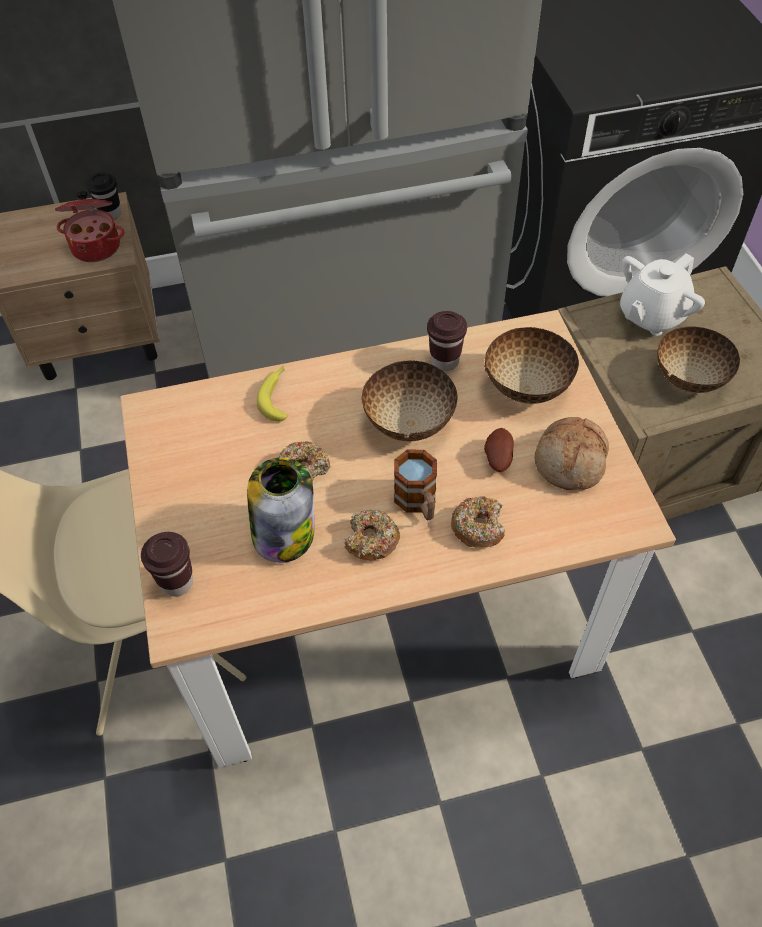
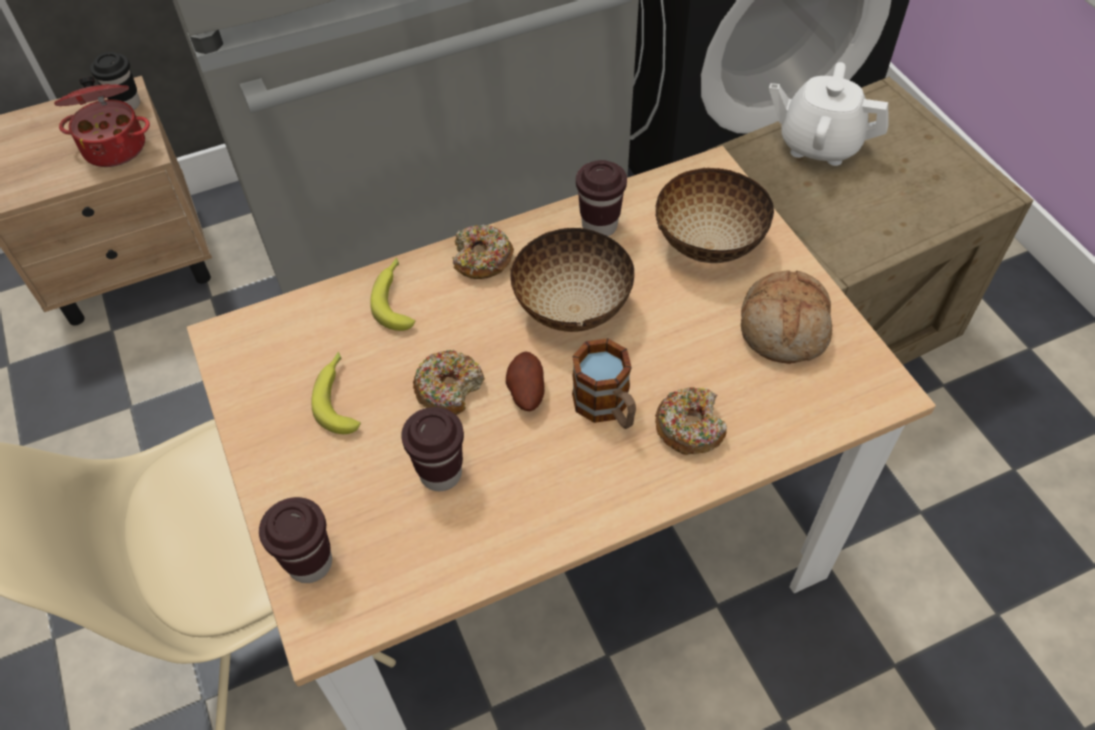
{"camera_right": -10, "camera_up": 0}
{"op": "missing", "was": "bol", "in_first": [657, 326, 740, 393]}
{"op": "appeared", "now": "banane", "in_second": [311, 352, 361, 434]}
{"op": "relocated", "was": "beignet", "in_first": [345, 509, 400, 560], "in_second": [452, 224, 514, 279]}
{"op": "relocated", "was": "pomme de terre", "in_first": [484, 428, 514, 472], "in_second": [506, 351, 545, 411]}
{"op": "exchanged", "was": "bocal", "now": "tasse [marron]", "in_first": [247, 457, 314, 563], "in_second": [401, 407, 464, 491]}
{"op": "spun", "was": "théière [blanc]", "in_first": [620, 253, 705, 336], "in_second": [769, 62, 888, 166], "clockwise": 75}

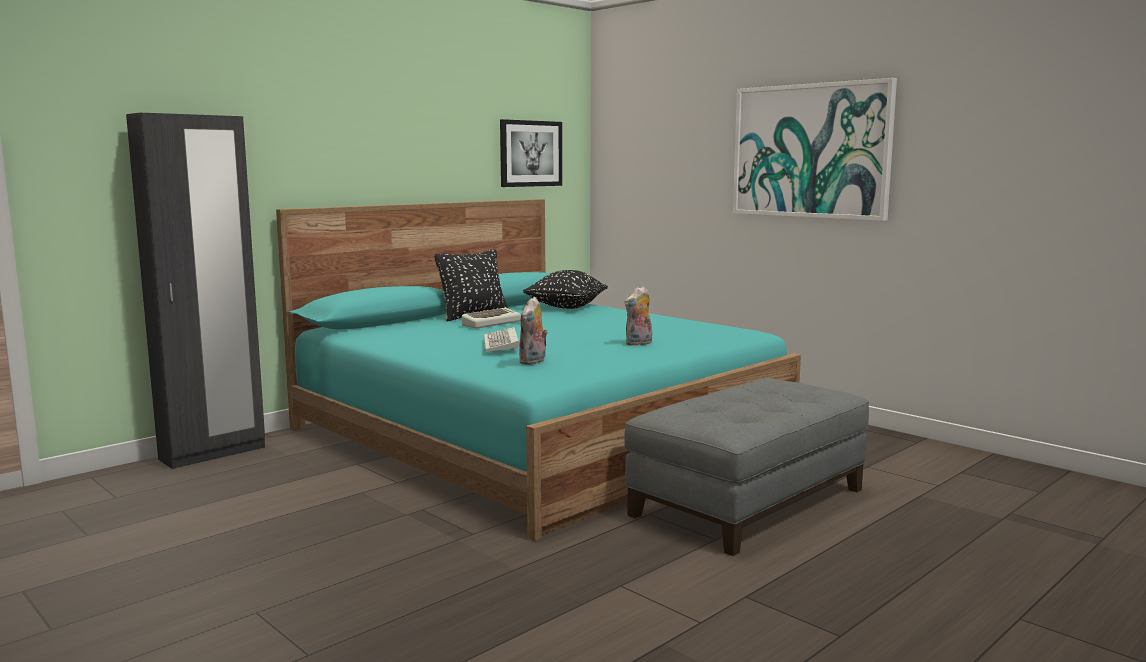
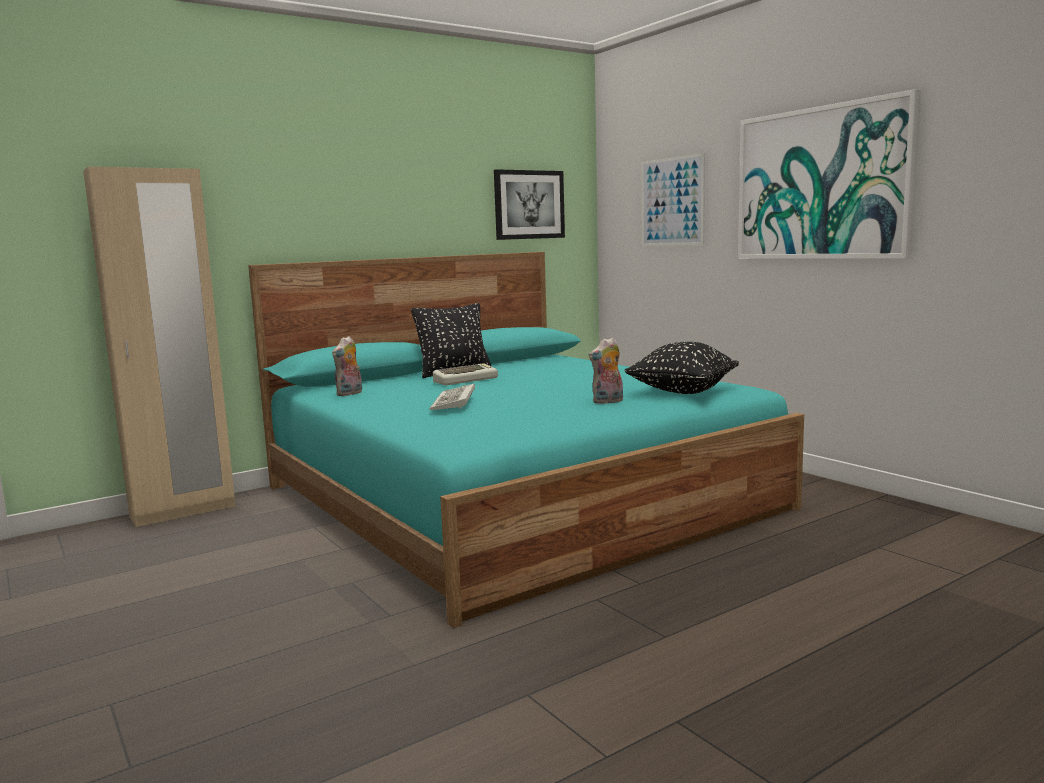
{"camera_right": 10, "camera_up": 0}
{"op": "missing", "was": "pouf [gris]", "in_first": [624, 378, 869, 556]}
{"op": "appeared", "now": "tableau", "in_second": [642, 153, 705, 246]}
{"op": "relocated", "was": "peluche", "in_first": [519, 297, 548, 365], "in_second": [332, 336, 362, 396]}
{"op": "relocated", "was": "coussin [noir]", "in_first": [523, 270, 608, 309], "in_second": [624, 342, 739, 394]}
{"op": "colour", "was": "armoire [noir]", "now": "armoire [beige]", "in_first": [126, 113, 265, 469], "in_second": [83, 167, 235, 527]}

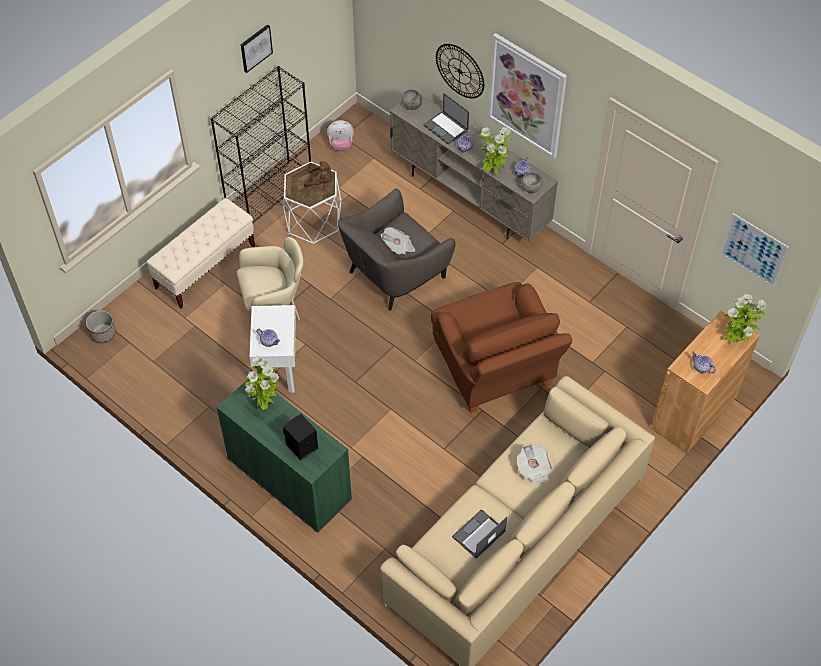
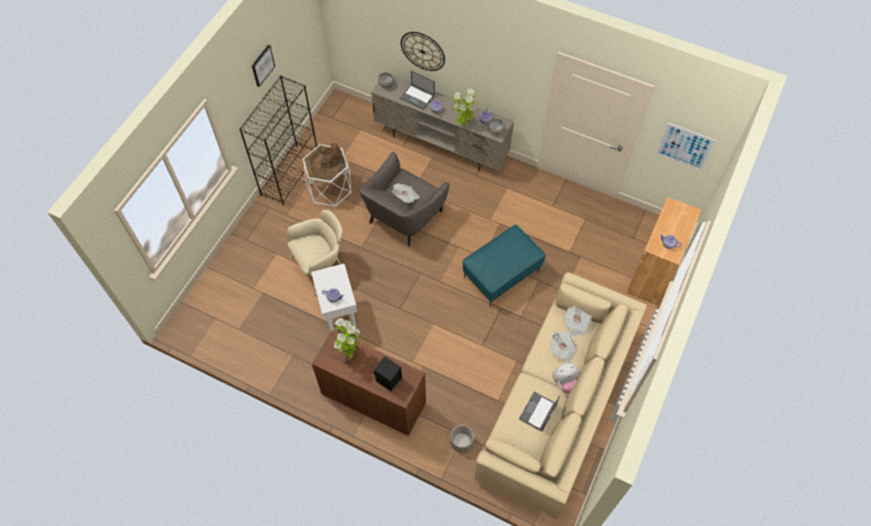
{"camera_right": -15, "camera_up": 5}
{"op": "missing", "was": "banc [beige]", "in_first": [146, 198, 255, 308]}
{"op": "missing", "was": "tableau", "in_first": [488, 33, 567, 159]}
{"op": "missing", "was": "plante en pot", "in_first": [724, 294, 767, 343]}
{"op": "appeared", "now": "journal", "in_second": [564, 306, 592, 337]}
{"op": "relocated", "was": "cache-pot", "in_first": [86, 311, 116, 343], "in_second": [450, 425, 474, 453]}
{"op": "relocated", "was": "peluche", "in_first": [327, 120, 354, 152], "in_second": [553, 363, 579, 393]}
{"op": "exchanged", "was": "fauteuil [marron]", "now": "pouf [turquoise]", "in_first": [431, 282, 573, 413], "in_second": [463, 225, 546, 307]}
{"op": "colour", "was": "meuble de rangement [vert]", "now": "meuble de rangement [marron]", "in_first": [216, 379, 352, 533], "in_second": [312, 330, 426, 436]}

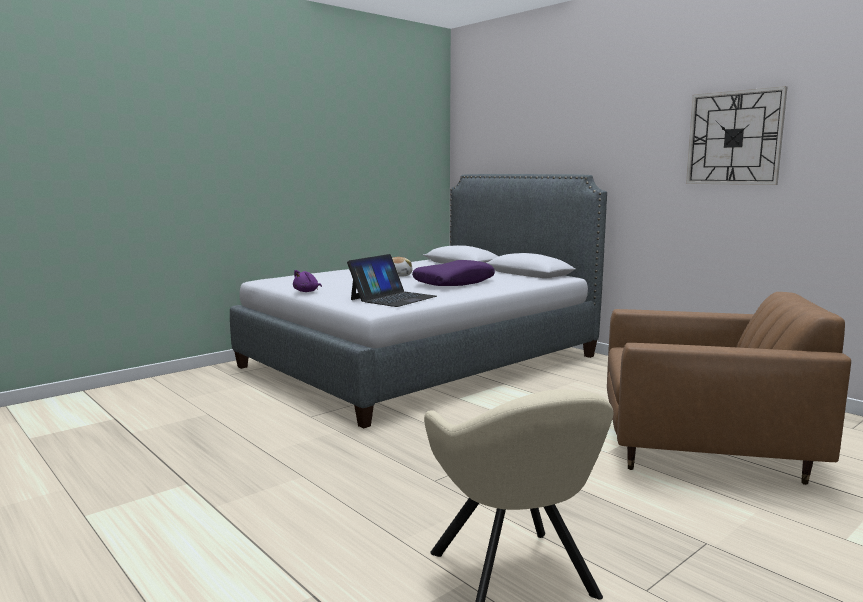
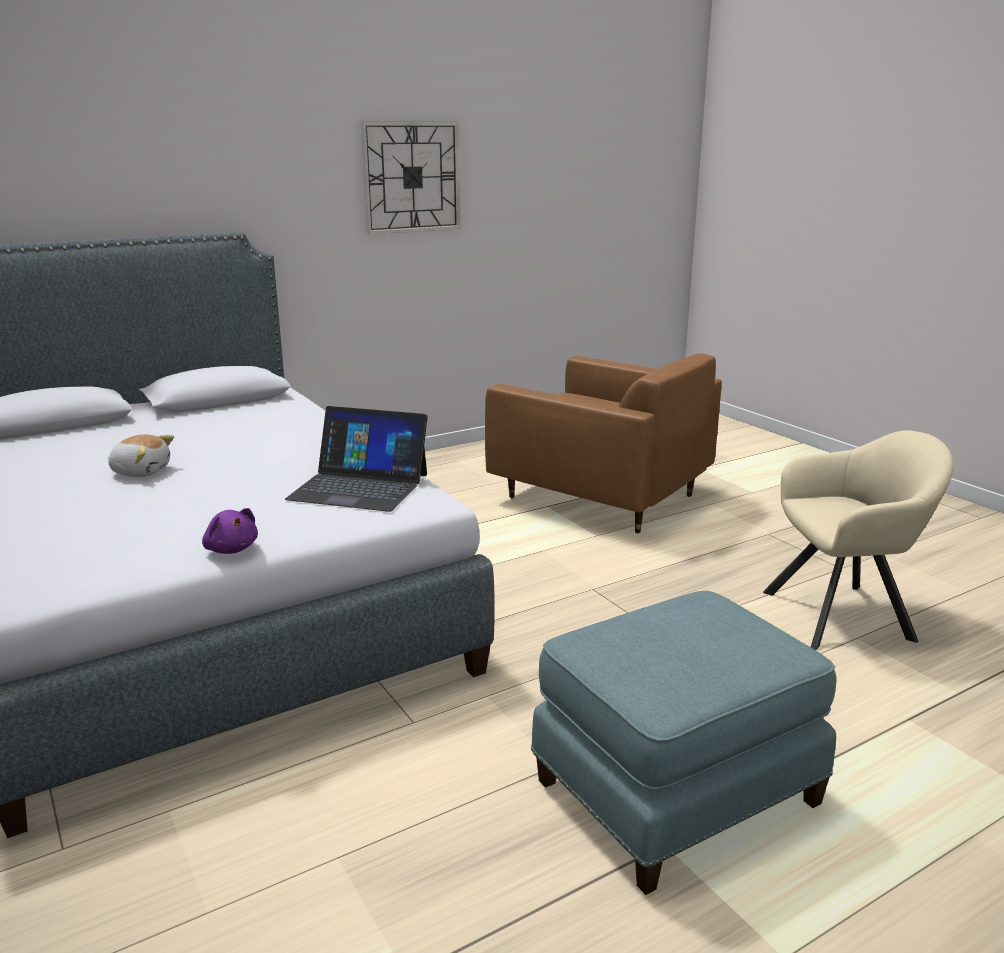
{"camera_right": -80, "camera_up": 10}
{"op": "missing", "was": "coussin [violet]", "in_first": [412, 260, 495, 286]}
{"op": "appeared", "now": "pouf [bleu]", "in_second": [531, 591, 836, 895]}
{"op": "spun", "was": "ordinateur portable", "in_first": [347, 254, 437, 307], "in_second": [285, 406, 428, 512], "clockwise": 150}
{"op": "spun", "was": "fauteuil [marron]", "in_first": [607, 292, 851, 485], "in_second": [485, 353, 722, 533], "clockwise": 105}

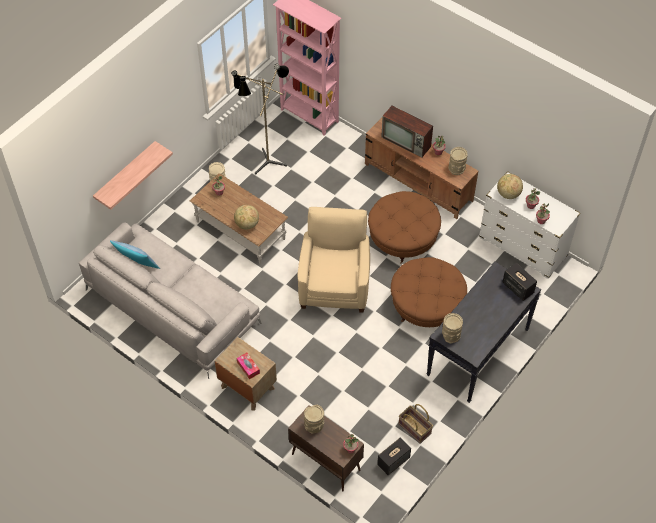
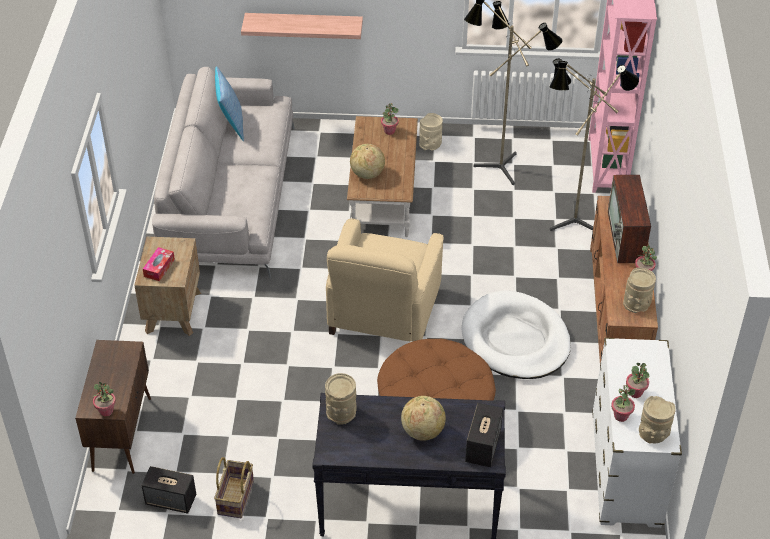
{"camera_right": 55, "camera_up": -10}
{"op": "appeared", "now": "lampadaire", "in_second": [549, 59, 639, 231]}
{"op": "relocated", "was": "vase [beige]", "in_first": [304, 404, 324, 433], "in_second": [639, 396, 676, 444]}
{"op": "relocated", "was": "globe", "in_first": [497, 174, 523, 199], "in_second": [401, 396, 446, 441]}
{"op": "exchanged", "was": "pouf [marron]", "now": "panier pour chien [blanc]", "in_first": [368, 191, 441, 263], "in_second": [462, 290, 571, 379]}
{"op": "spun", "was": "fauteuil [beige]", "in_first": [298, 207, 370, 313], "in_second": [326, 219, 444, 342], "clockwise": 135}

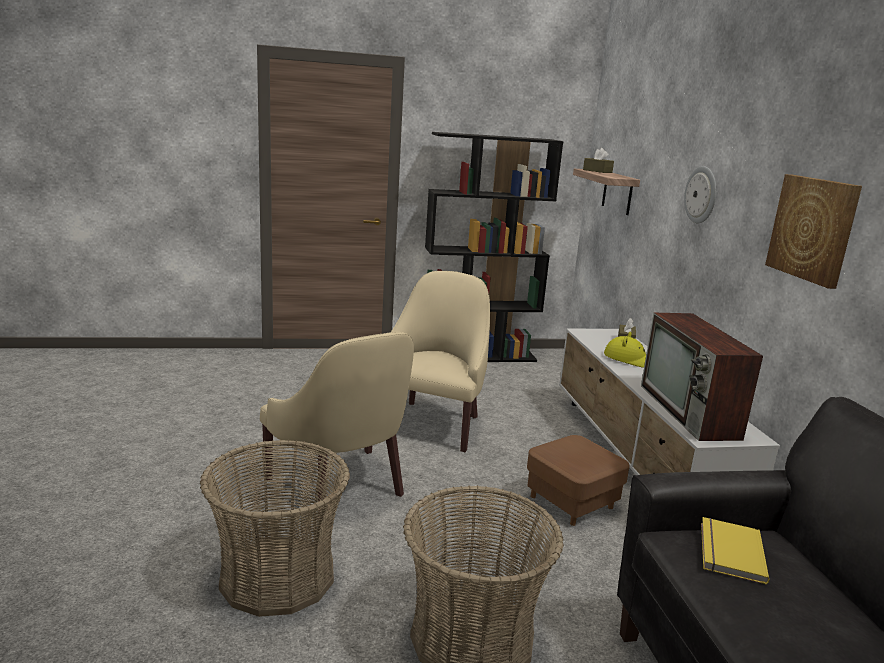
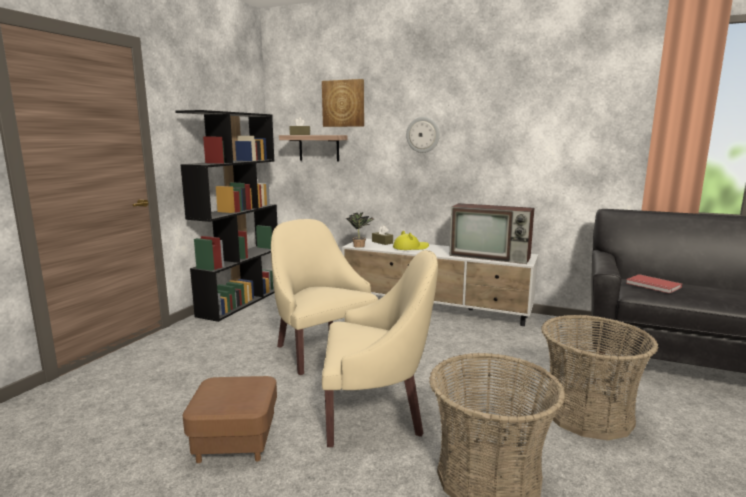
{"camera_right": -55, "camera_up": -5}
{"op": "appeared", "now": "plante en pot", "in_second": [346, 212, 374, 248]}
{"op": "relocated", "was": "pouf [marron]", "in_first": [527, 435, 630, 526], "in_second": [183, 376, 277, 463]}
{"op": "relocated", "was": "tableau", "in_first": [765, 174, 862, 289], "in_second": [322, 79, 364, 127]}
{"op": "colour", "was": "livre [jaune]", "now": "livre [rouge]", "in_first": [701, 517, 769, 585], "in_second": [626, 274, 682, 294]}

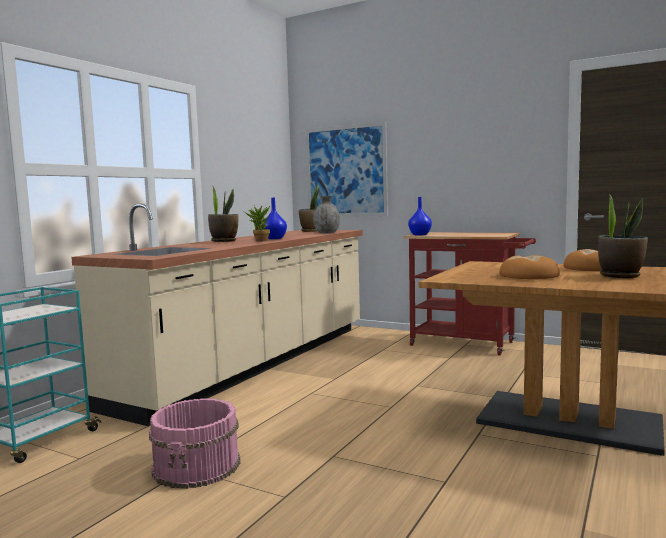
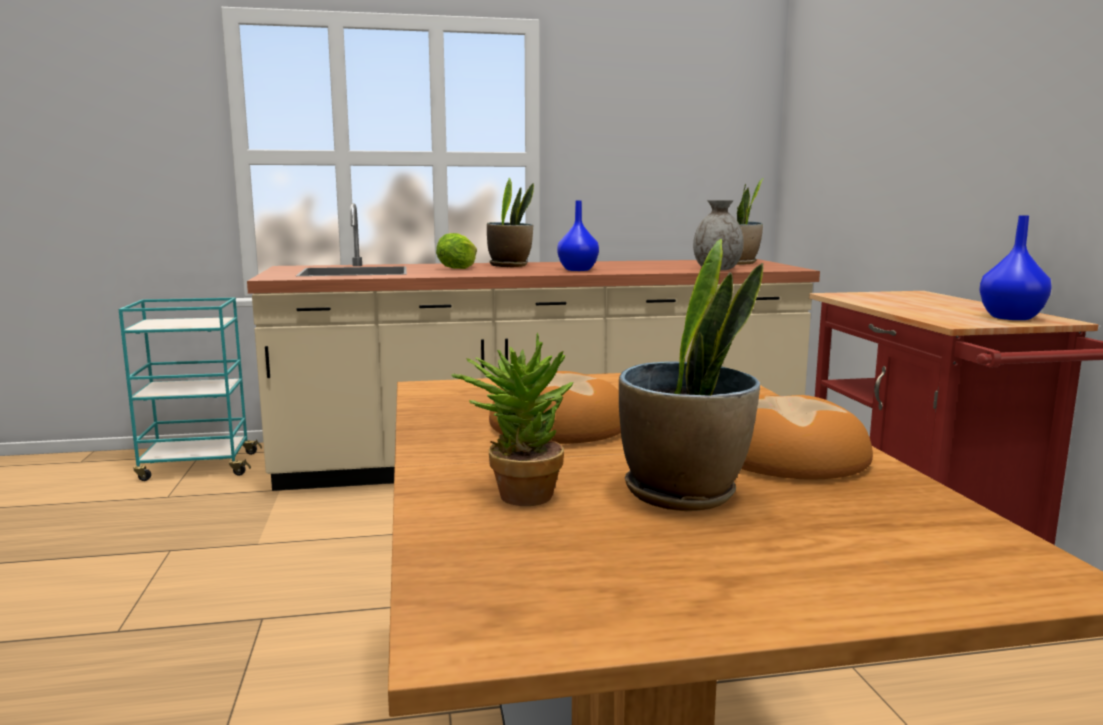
{"camera_right": 50, "camera_up": 5}
{"op": "missing", "was": "seau [rose]", "in_first": [149, 398, 240, 489]}
{"op": "missing", "was": "tableau", "in_first": [306, 122, 388, 217]}
{"op": "appeared", "now": "laitue", "in_second": [436, 233, 477, 269]}
{"op": "relocated", "was": "plante en pot", "in_first": [243, 205, 271, 242], "in_second": [451, 333, 574, 506]}
{"op": "relocated", "was": "vase [bleu]", "in_first": [408, 197, 432, 235], "in_second": [979, 215, 1052, 320]}

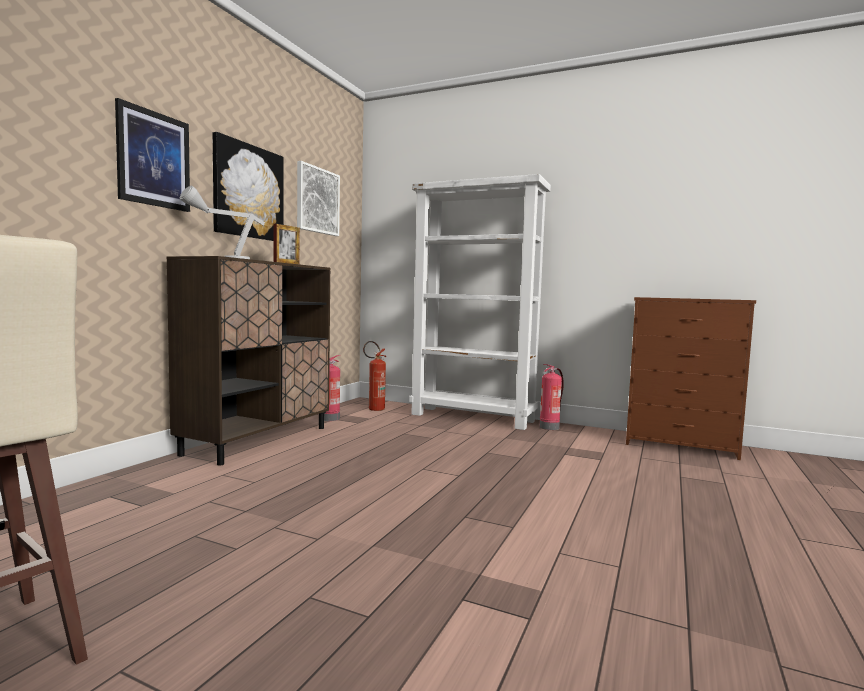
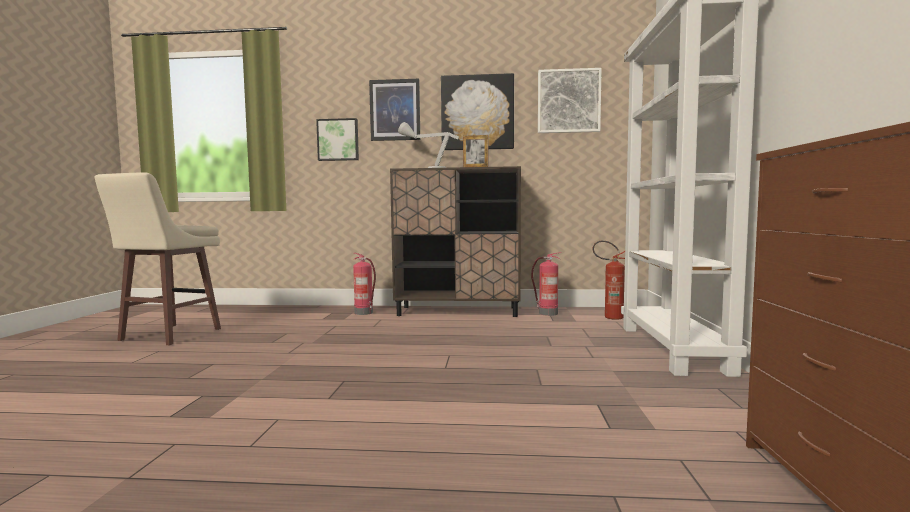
{"camera_right": 70, "camera_up": 0}
{"op": "appeared", "now": "tableau", "in_second": [316, 118, 359, 161]}
{"op": "relocated", "was": "extincteur", "in_first": [540, 364, 564, 430], "in_second": [353, 253, 376, 315]}

